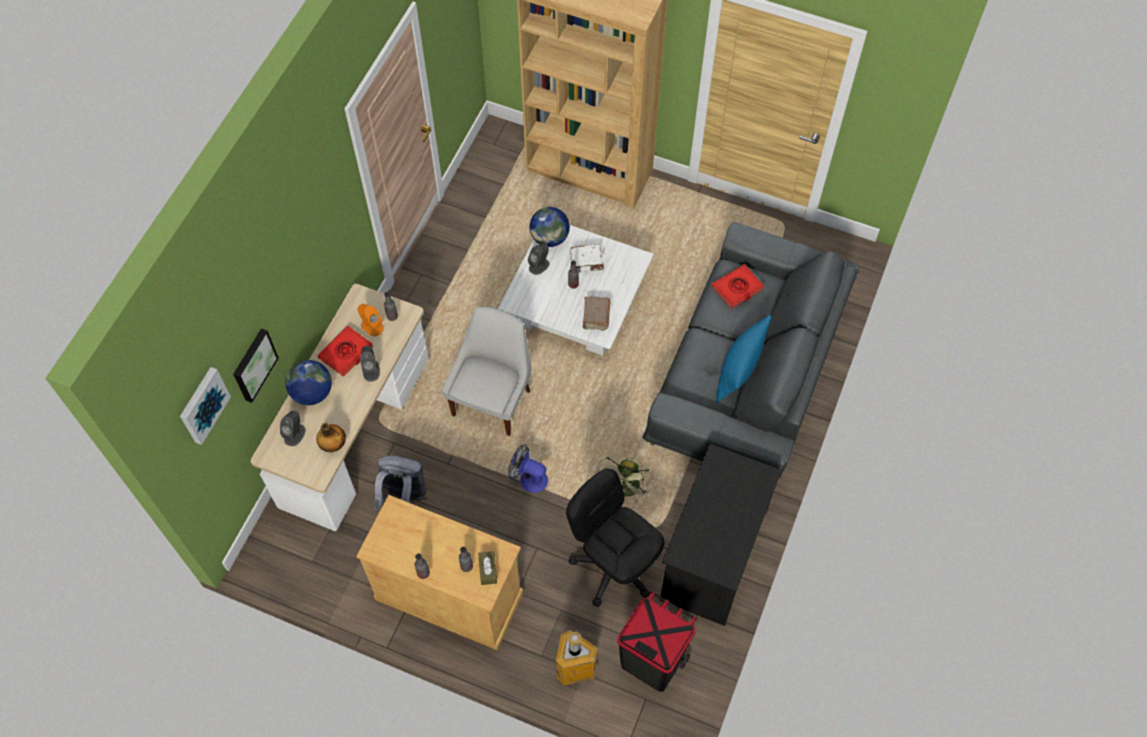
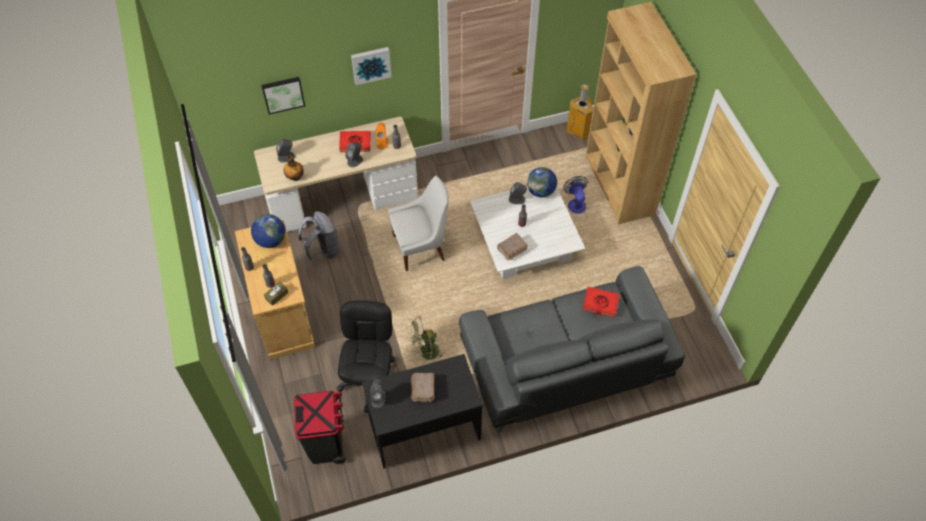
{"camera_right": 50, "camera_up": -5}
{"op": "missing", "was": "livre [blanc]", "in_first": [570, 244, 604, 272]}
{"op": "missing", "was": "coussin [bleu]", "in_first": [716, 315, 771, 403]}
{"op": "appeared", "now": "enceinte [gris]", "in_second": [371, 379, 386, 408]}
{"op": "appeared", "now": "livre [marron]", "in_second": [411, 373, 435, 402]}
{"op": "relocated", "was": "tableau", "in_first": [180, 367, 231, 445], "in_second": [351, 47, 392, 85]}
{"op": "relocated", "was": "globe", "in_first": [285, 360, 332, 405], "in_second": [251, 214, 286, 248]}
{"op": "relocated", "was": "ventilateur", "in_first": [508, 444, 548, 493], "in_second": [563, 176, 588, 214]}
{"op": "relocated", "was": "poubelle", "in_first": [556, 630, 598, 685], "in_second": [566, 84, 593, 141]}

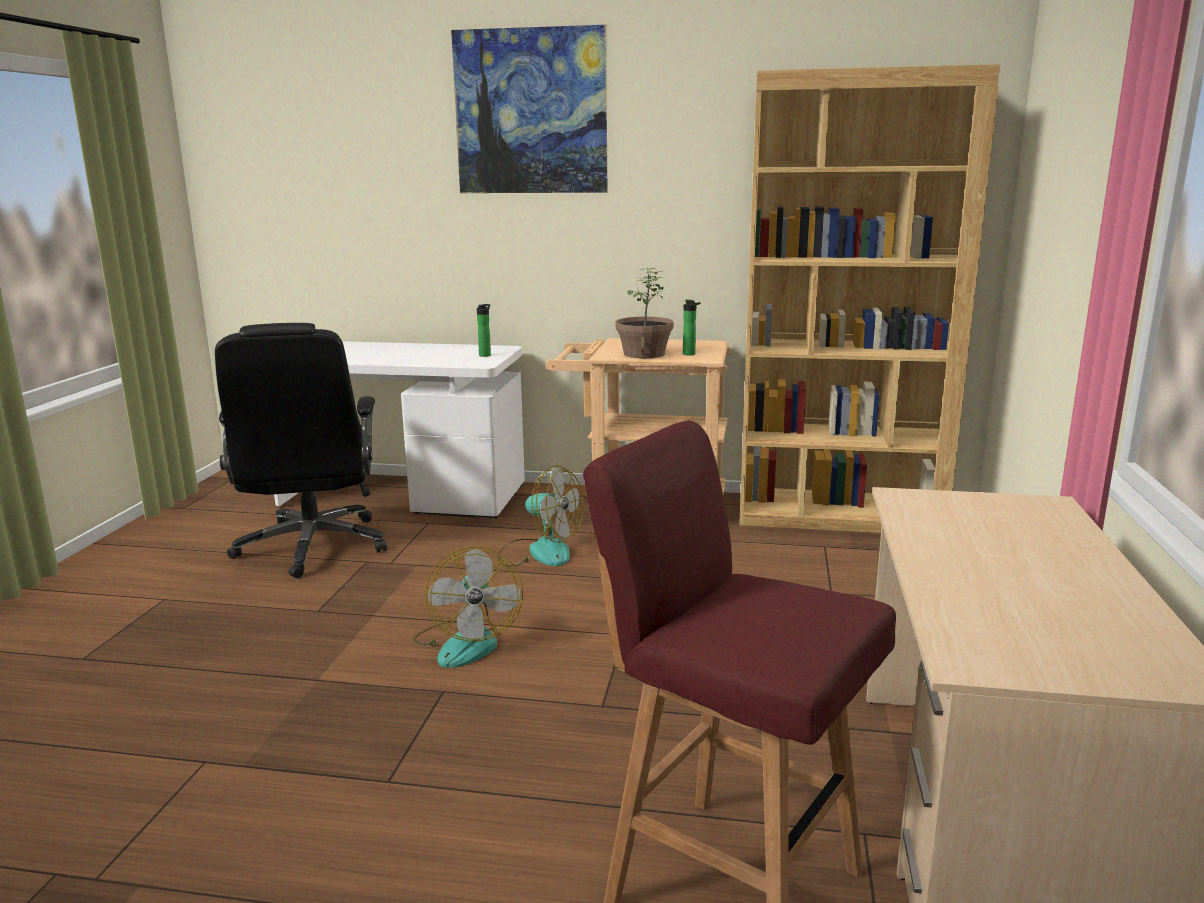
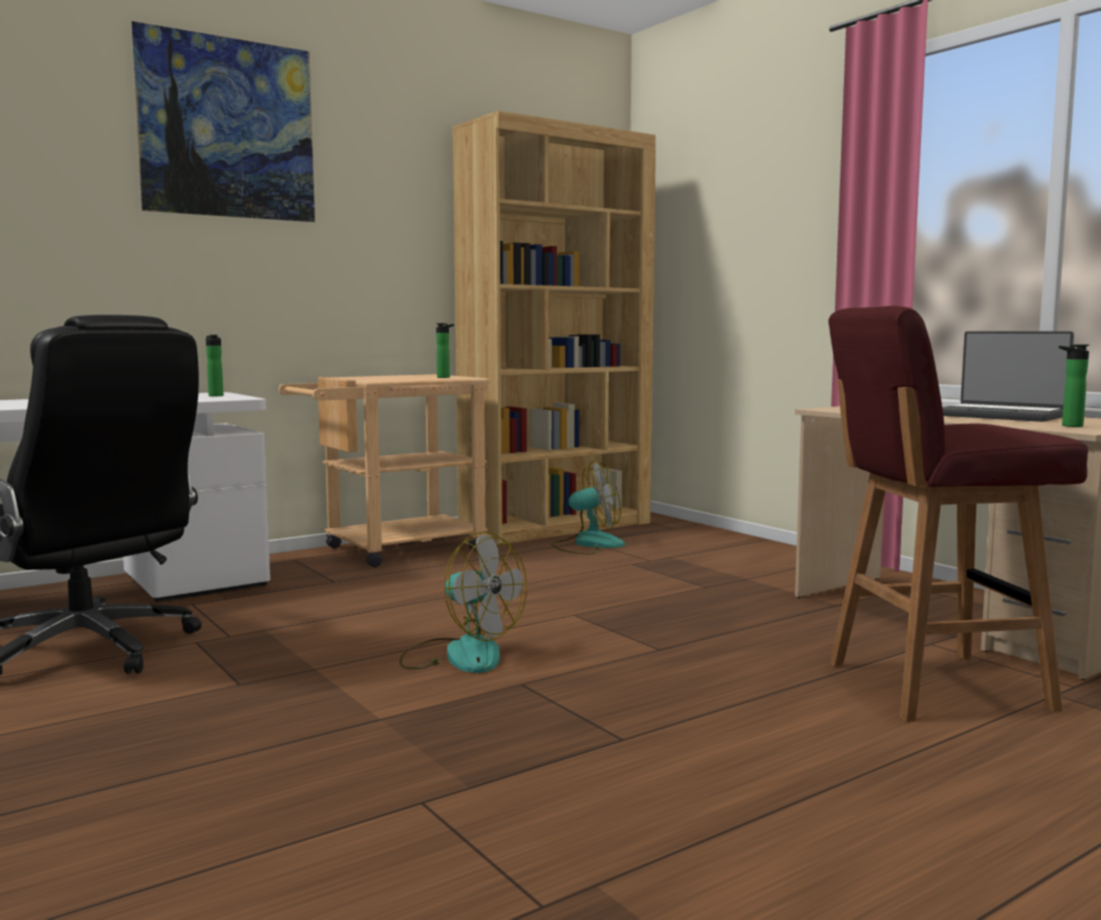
{"camera_right": -45, "camera_up": -10}
{"op": "missing", "was": "plante en pot", "in_first": [615, 267, 674, 358]}
{"op": "appeared", "now": "ordinateur portable", "in_second": [942, 331, 1074, 422]}
{"op": "appeared", "now": "bouteille", "in_second": [1059, 344, 1089, 427]}
{"op": "relocated", "was": "ventilateur", "in_first": [498, 465, 583, 567], "in_second": [551, 461, 625, 554]}

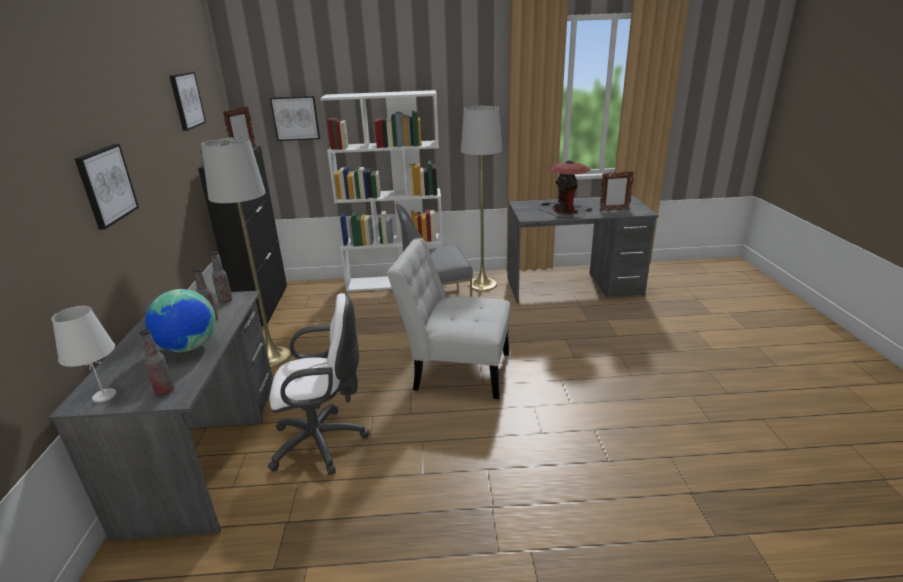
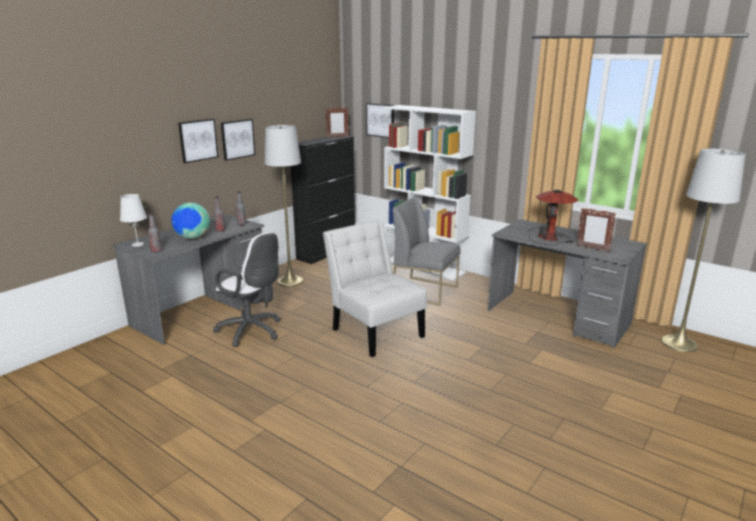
{"camera_right": 40, "camera_up": -5}
{"op": "relocated", "was": "tableau", "in_first": [169, 72, 206, 131], "in_second": [220, 119, 256, 161]}
{"op": "relocated", "was": "lampadaire [gris]", "in_first": [461, 106, 503, 291], "in_second": [661, 148, 746, 352]}

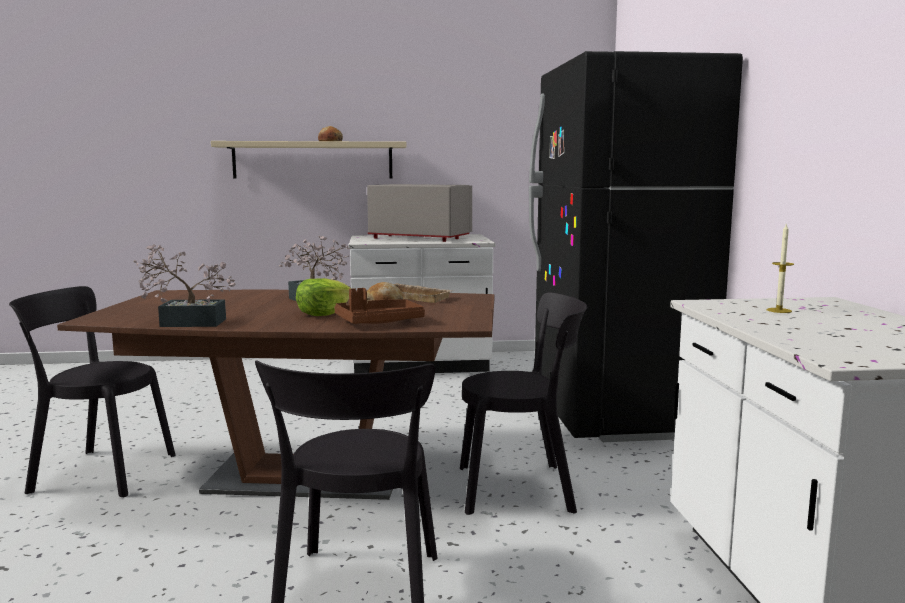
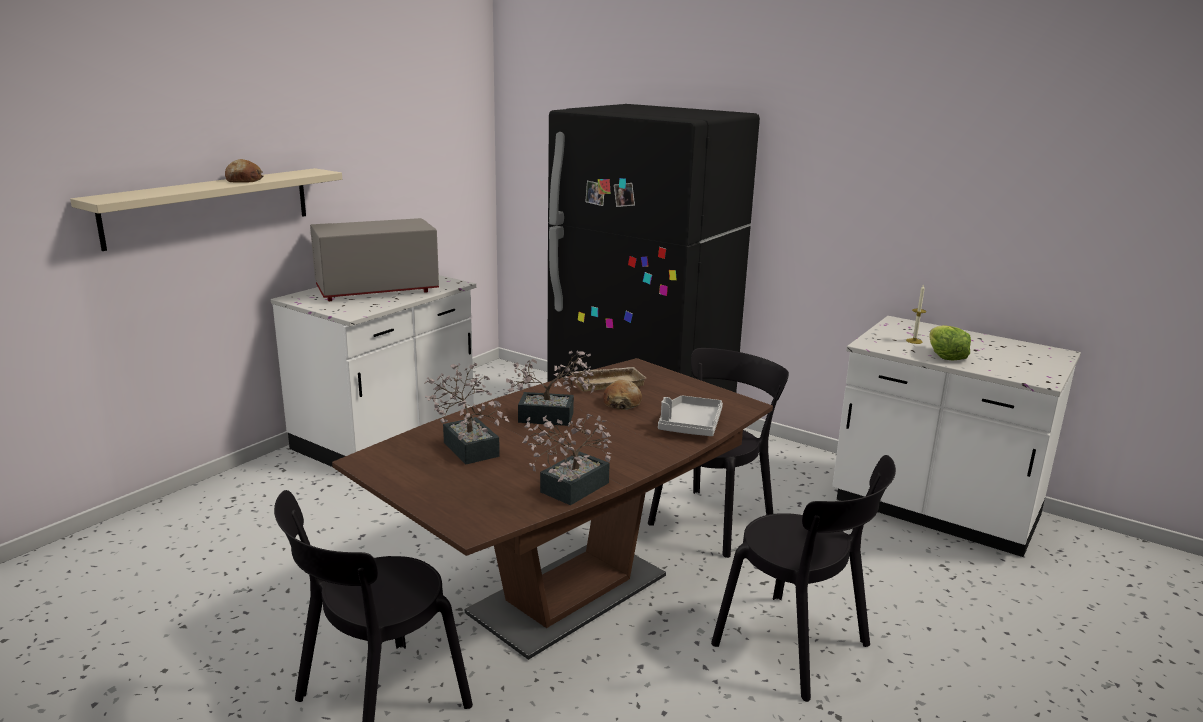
{"camera_right": -50, "camera_up": 10}
{"op": "appeared", "now": "plante en pot", "in_second": [424, 363, 510, 465]}
{"op": "relocated", "was": "laitue", "in_first": [296, 278, 351, 316], "in_second": [929, 325, 971, 361]}
{"op": "colour", "was": "plateau [marron]", "now": "plateau [gris]", "in_first": [334, 288, 425, 324], "in_second": [658, 395, 723, 436]}

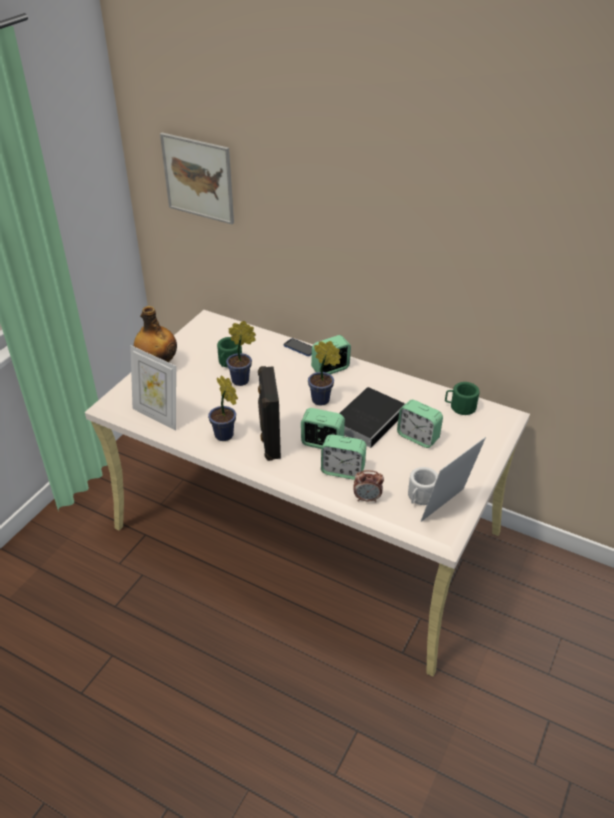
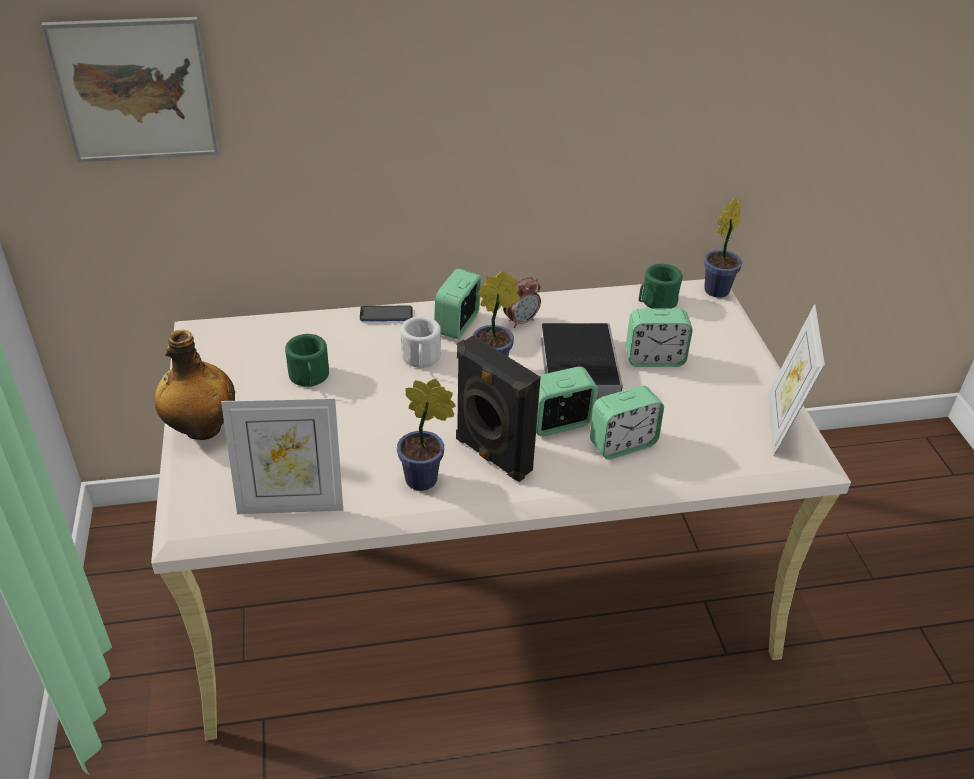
{"camera_right": -40, "camera_up": 0}
{"op": "relocated", "was": "plante en pot", "in_first": [226, 321, 256, 386], "in_second": [704, 197, 742, 298]}
{"op": "relocated", "was": "réveil", "in_first": [353, 470, 384, 502], "in_second": [503, 277, 541, 328]}
{"op": "relocated", "was": "mug [blanc]", "in_first": [408, 467, 438, 505], "in_second": [400, 316, 441, 368]}

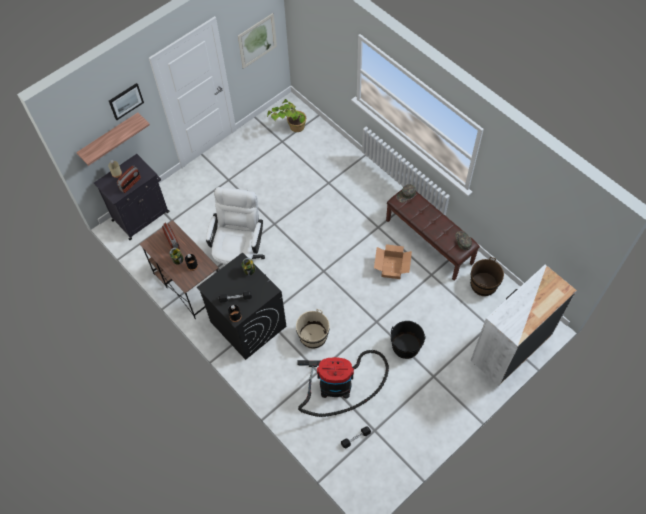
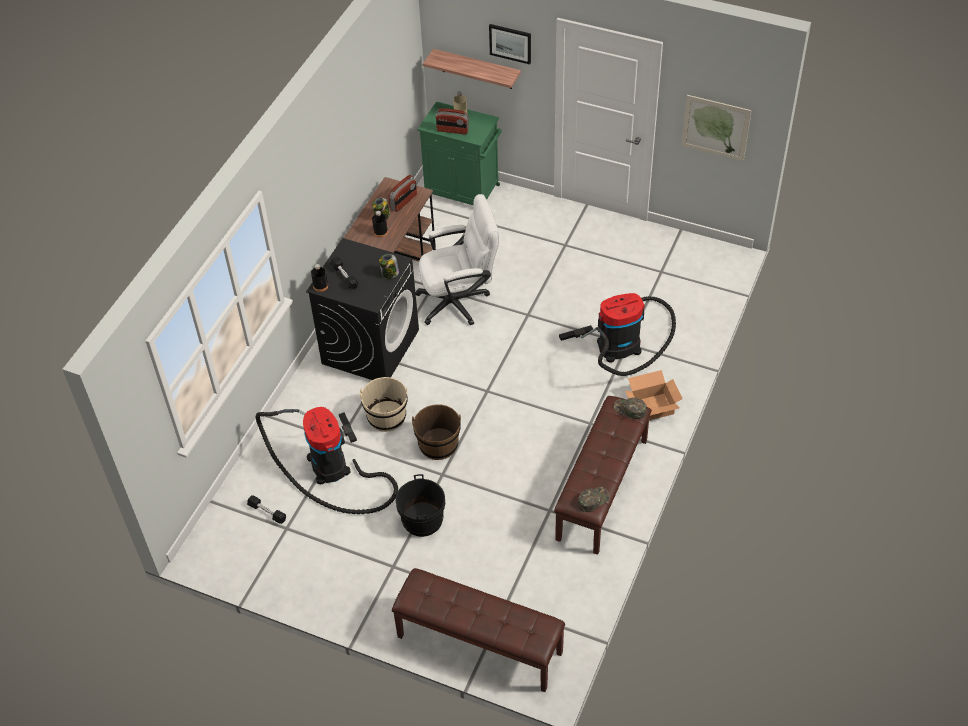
{"camera_right": 65, "camera_up": -10}
{"op": "missing", "was": "plante en pot", "in_first": [267, 99, 306, 132]}
{"op": "appeared", "now": "aspirateur", "in_second": [559, 293, 676, 376]}
{"op": "relocated", "was": "carton", "in_first": [374, 244, 412, 279], "in_second": [625, 370, 683, 420]}
{"op": "relocated", "was": "seau [marron]", "in_first": [470, 257, 504, 296], "in_second": [412, 404, 461, 460]}
{"op": "exchanged", "was": "commode [blanc]", "now": "banc [marron]", "in_first": [471, 264, 577, 386], "in_second": [392, 568, 565, 692]}
{"op": "colour", "was": "meuble de rangement [noir]", "now": "meuble de rangement [vert]", "in_first": [94, 154, 170, 240], "in_second": [418, 101, 502, 205]}

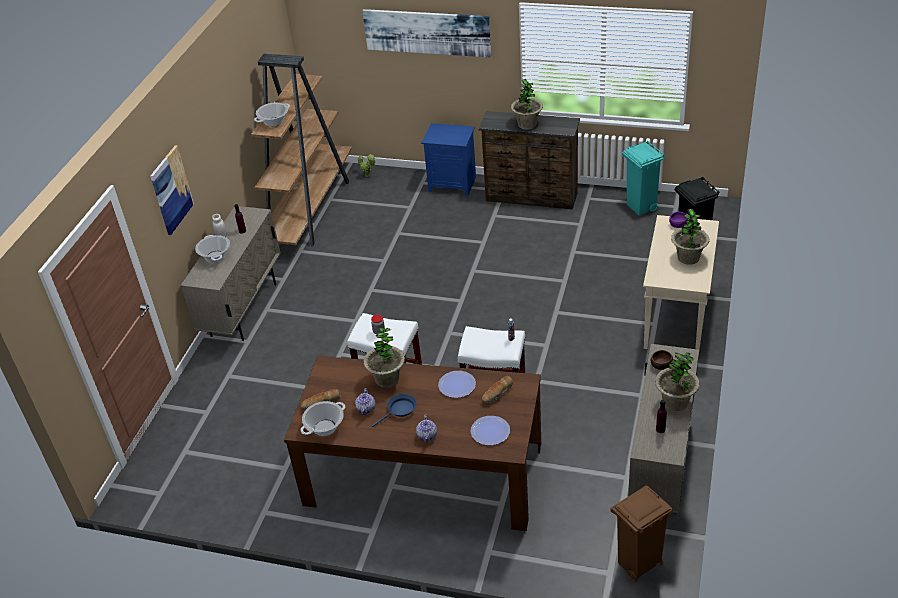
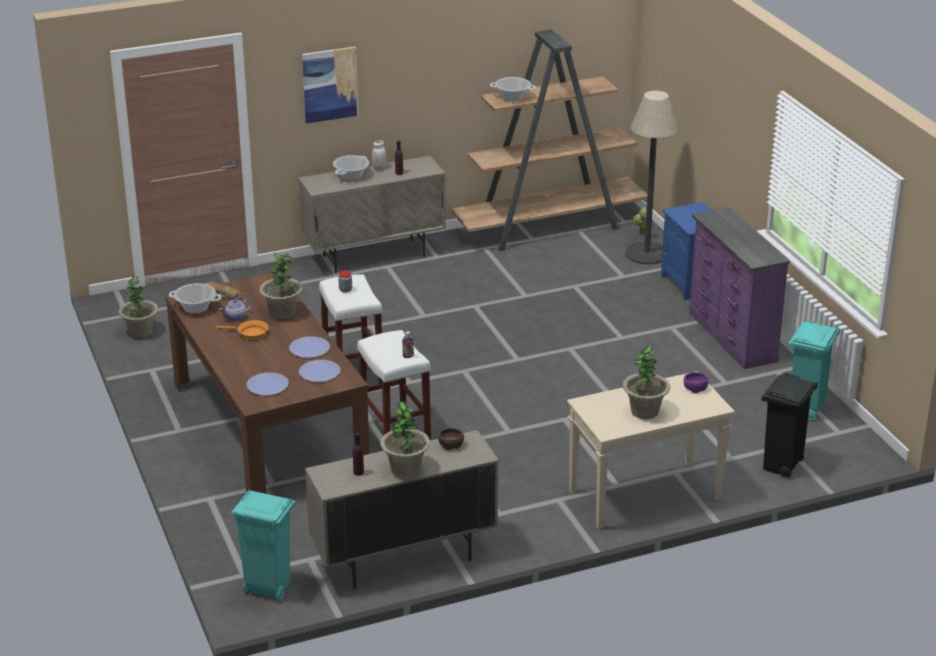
{"camera_right": 50, "camera_up": -10}
{"op": "missing", "was": "tableau", "in_first": [362, 9, 491, 57]}
{"op": "missing", "was": "théière", "in_first": [416, 414, 437, 443]}
{"op": "appeared", "now": "lampadaire", "in_second": [625, 91, 678, 264]}
{"op": "relocated", "was": "plante en pot", "in_first": [511, 79, 543, 130], "in_second": [118, 276, 158, 338]}
{"op": "exchanged", "was": "pain", "now": "assiette", "in_first": [482, 376, 513, 404], "in_second": [299, 360, 341, 382]}
{"op": "colour", "was": "poêle [bleu]", "now": "poêle [orange]", "in_first": [371, 394, 417, 427], "in_second": [216, 320, 269, 340]}
{"op": "colour", "was": "commode [marron]", "now": "commode [violet]", "in_first": [479, 111, 580, 210], "in_second": [689, 207, 790, 369]}
{"op": "colour", "was": "poubelle [marron]", "now": "poubelle [turquoise]", "in_first": [611, 486, 673, 582], "in_second": [231, 490, 296, 600]}

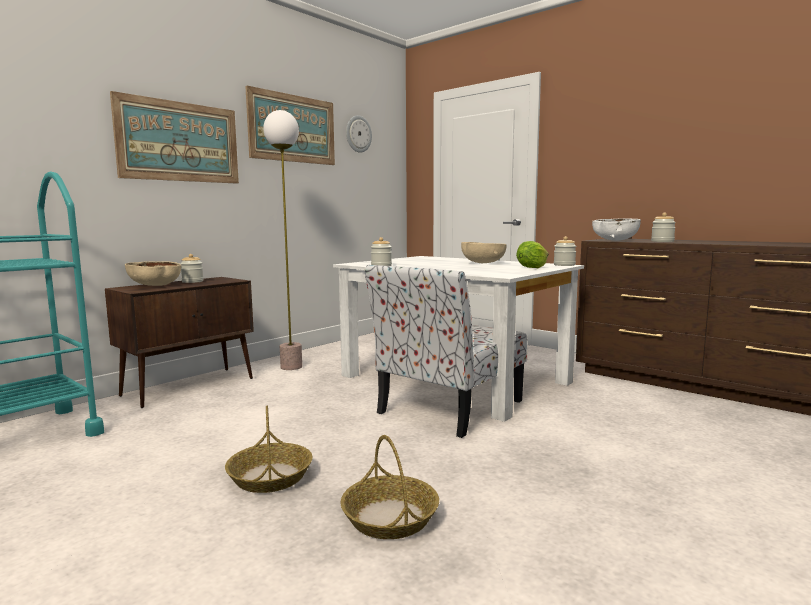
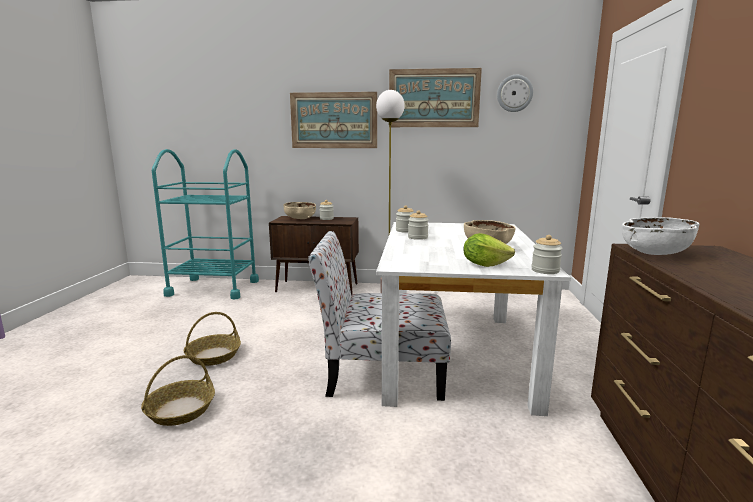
{"camera_right": 55, "camera_up": 5}
{"op": "relocated", "was": "bocal", "in_first": [651, 213, 676, 242], "in_second": [408, 210, 429, 240]}

